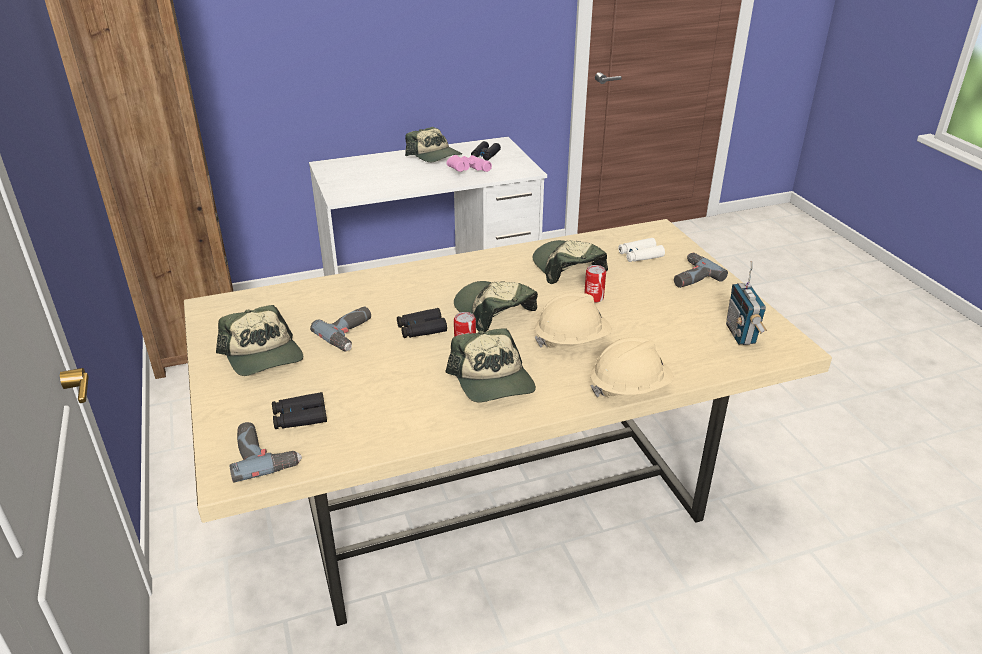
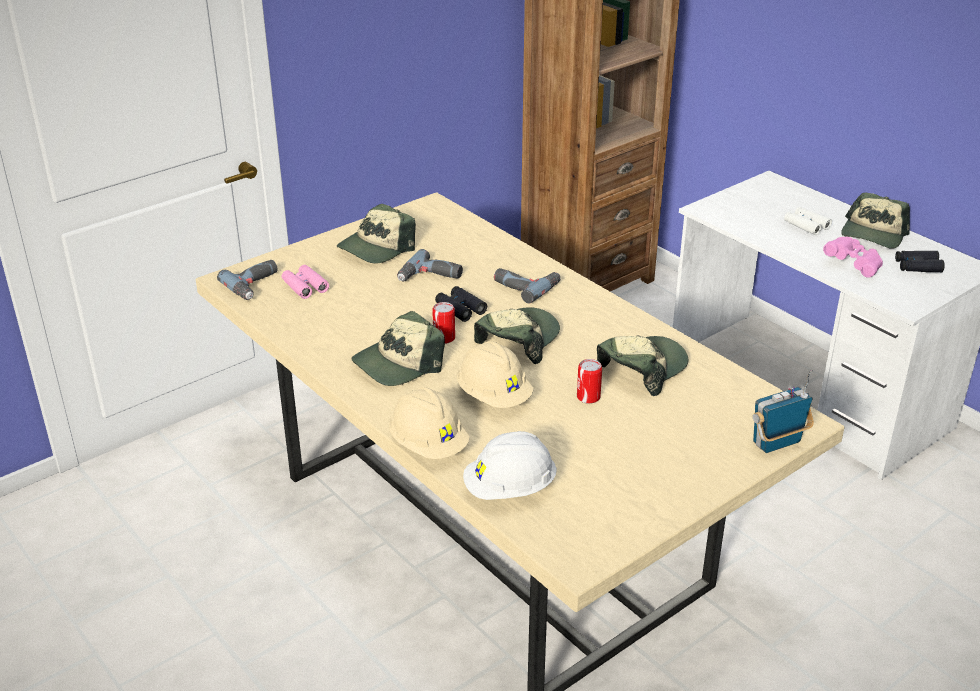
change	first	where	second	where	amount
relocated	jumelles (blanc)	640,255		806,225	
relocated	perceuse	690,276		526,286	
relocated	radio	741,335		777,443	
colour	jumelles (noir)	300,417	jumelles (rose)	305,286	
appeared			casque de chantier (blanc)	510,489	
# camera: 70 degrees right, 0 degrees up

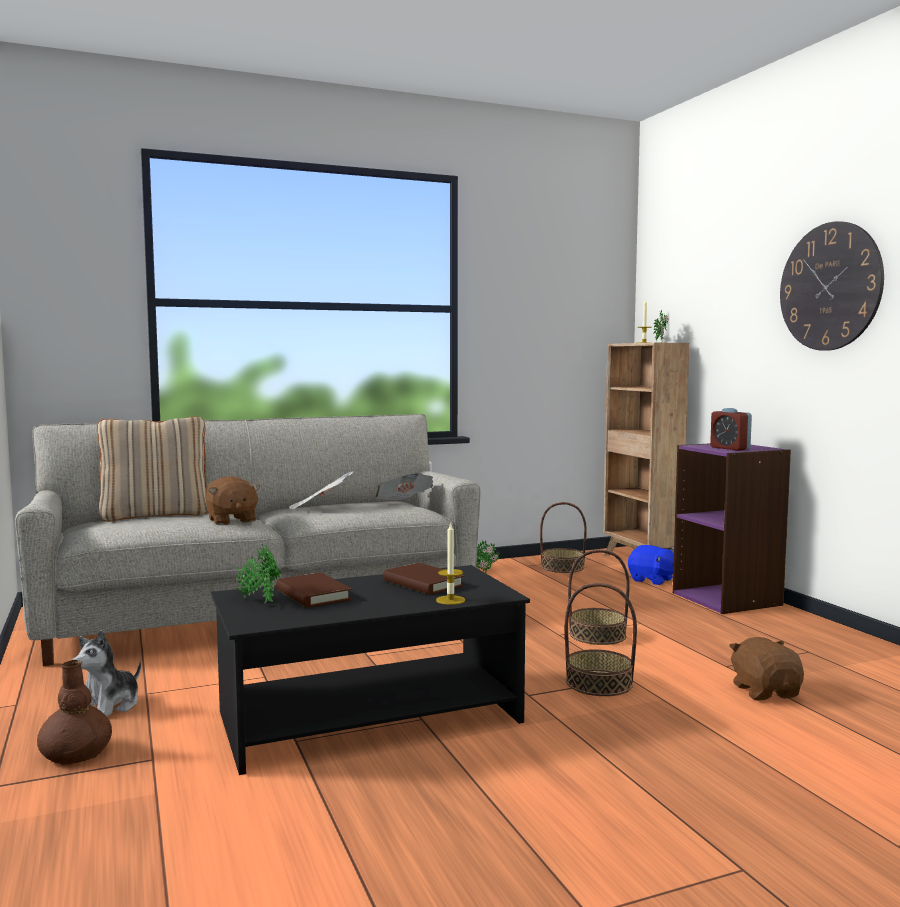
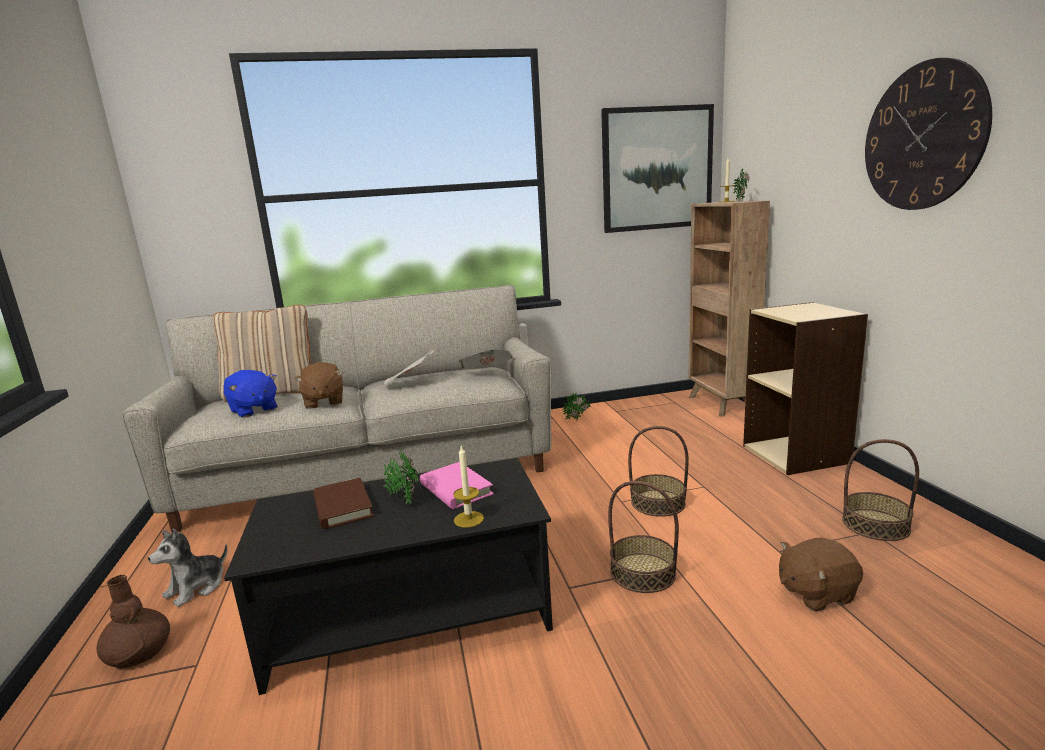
change	first	where	second	where	amount
missing	réveil	730,448			
colour	bibliothèque (violet)	727,599	bibliothèque (beige)	796,454	
relocated	panier	562,567		875,524	
relocated	plante en pot	259,600		403,498	
relocated	peluche (bleu)	652,580		253,410	
colour	livre (marron)	423,583	livre (rose)	456,489	
spun	peluche (marron)	765,691		815,593	105 degrees counterclockwise
appeared			tableau	657,169	
# camera: 10 degrees right, 10 degrees up

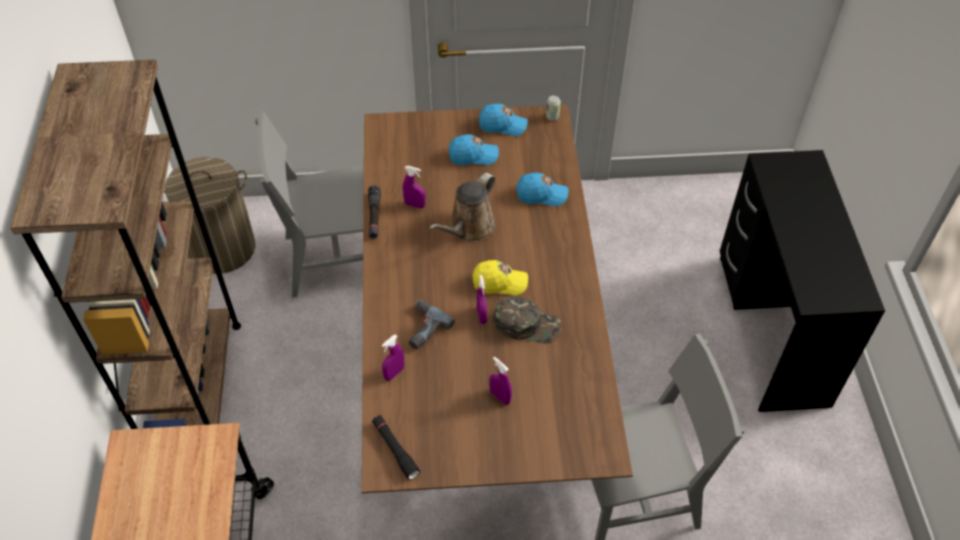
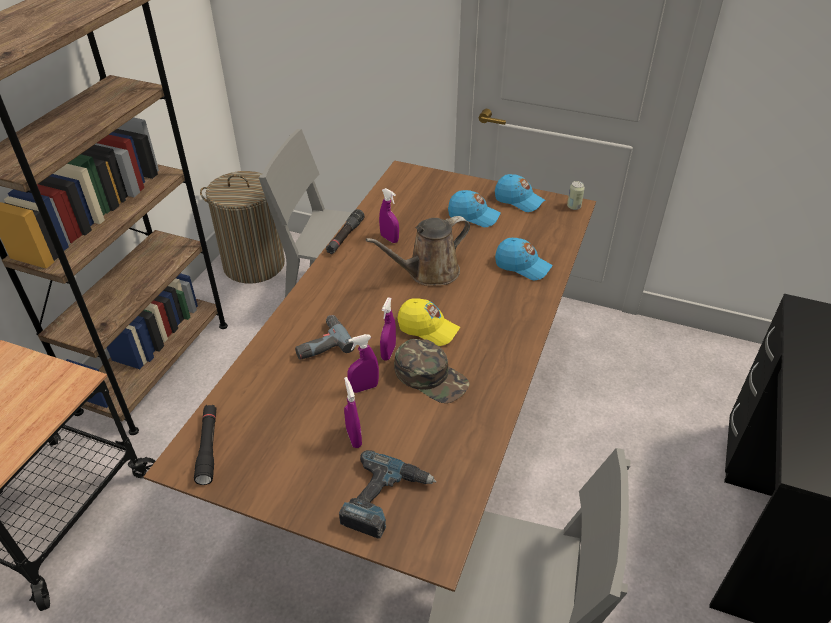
change	first	where	second	where	amount
relocated	vaporisateur (violet)	394,373		364,388	
appeared			perceuse	385,500	
# camera: 25 degrees right, 10 degrees down

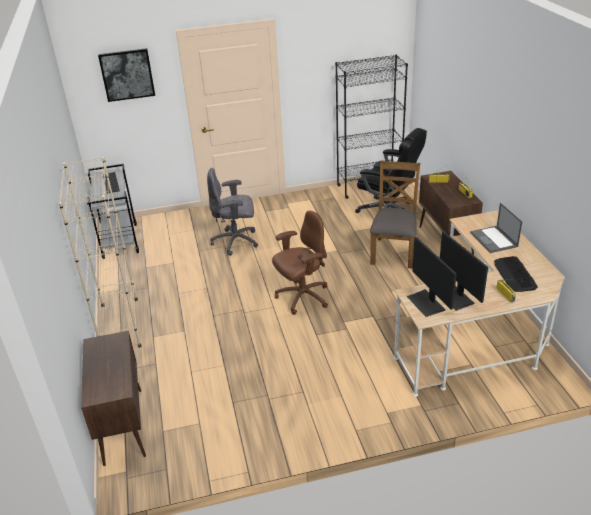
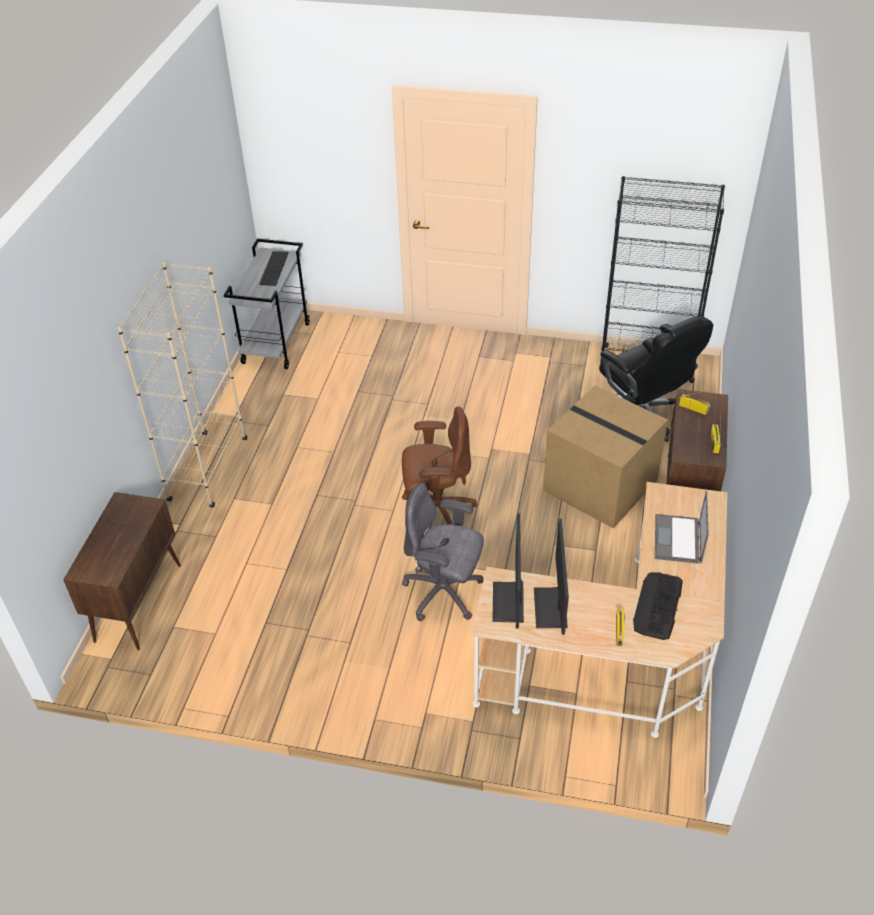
change	first	where	second	where	amount
missing	tableau	127,74			
exchanged	chaise (marron)	394,252	carton	602,485	
relocated	chaise de bureau (gris)	236,242		444,593	
# camera: 25 degrees right, 10 degrees up

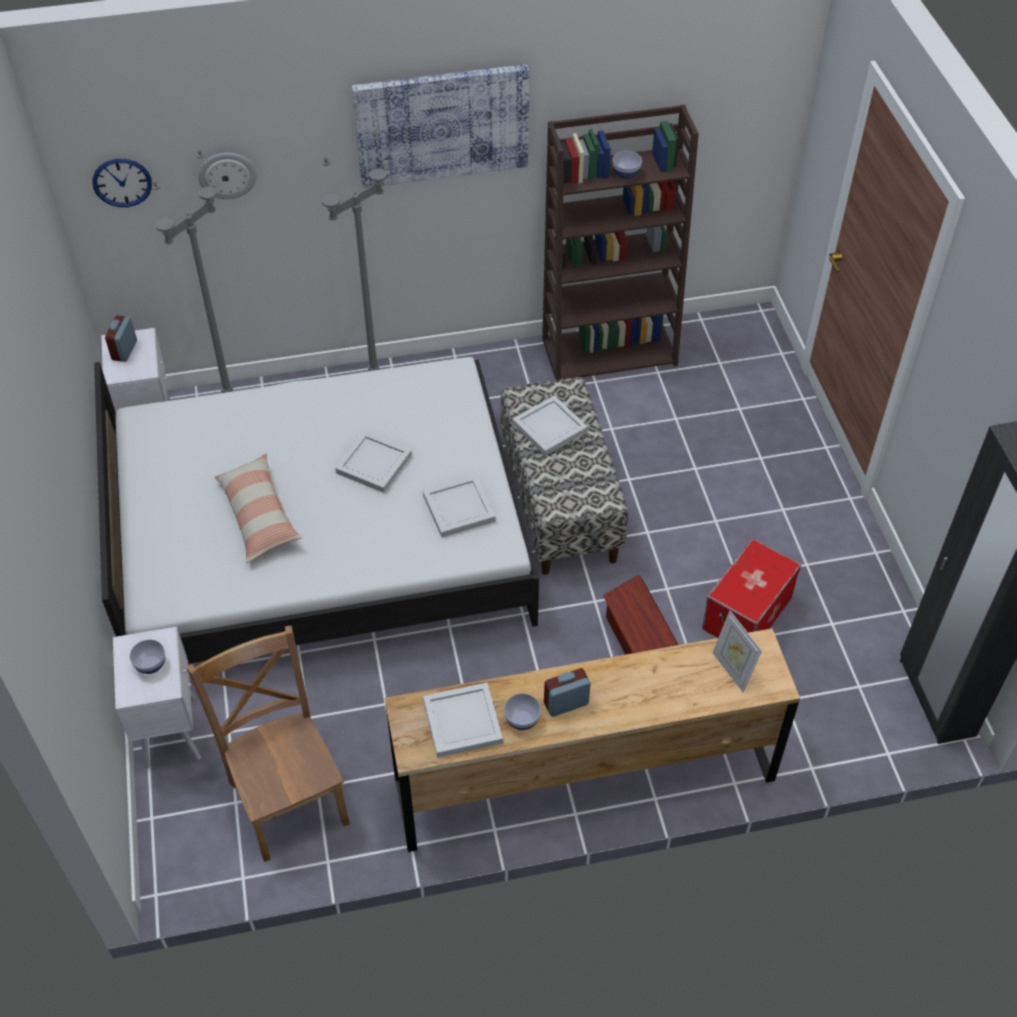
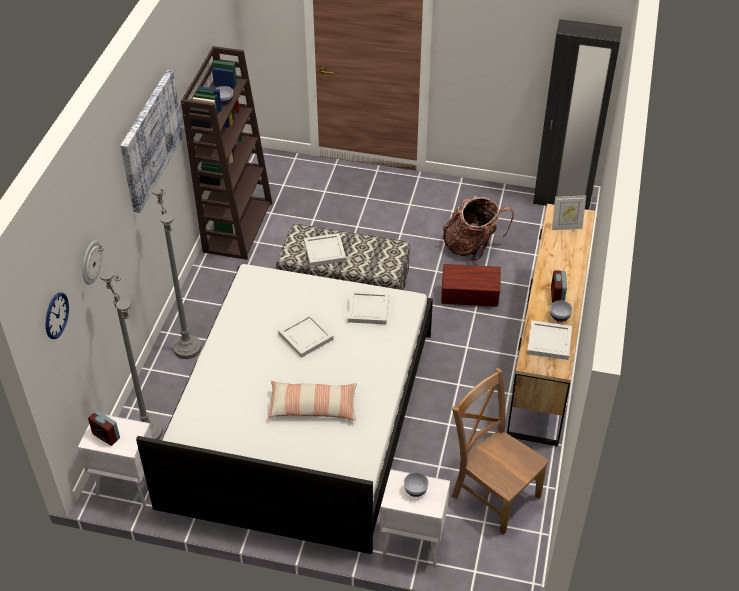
change	first	where	second	where	amount
exchanged	boîte de rangement	747,613	sac à dos	472,246	
spun	chaise (marron)	287,797		493,493	45 degrees clockwise
# camera: 65 degrees left, 5 degrees down

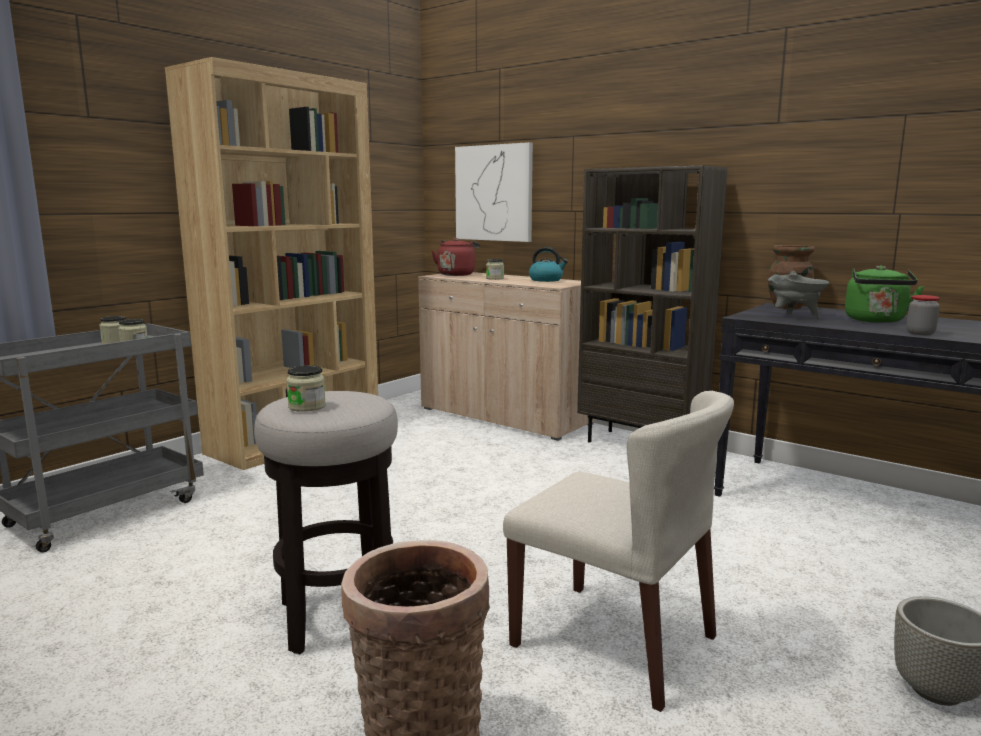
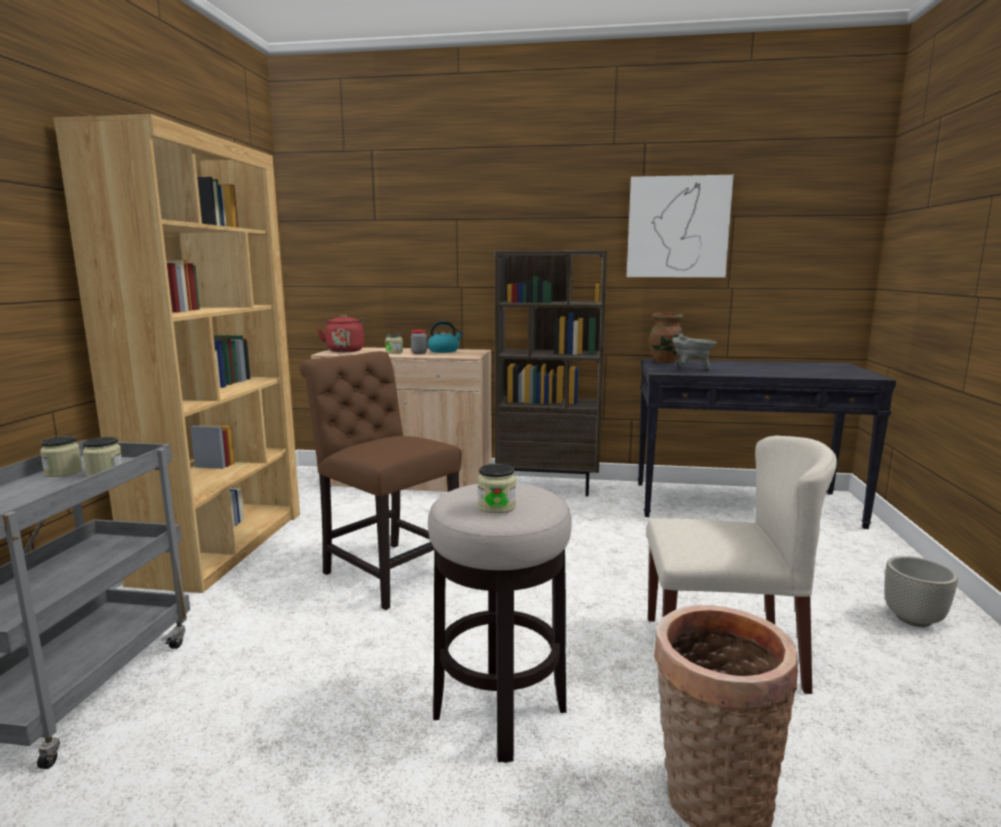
change	first	where	second	where	amount
relocated	tableau	494,193		677,227	
missing	bouilloire (vert)	876,321			
relocated	bocal	920,333		419,353	
appeared			chaise (marron)	386,571	
# camera: 30 degrees left, 0 degrees up

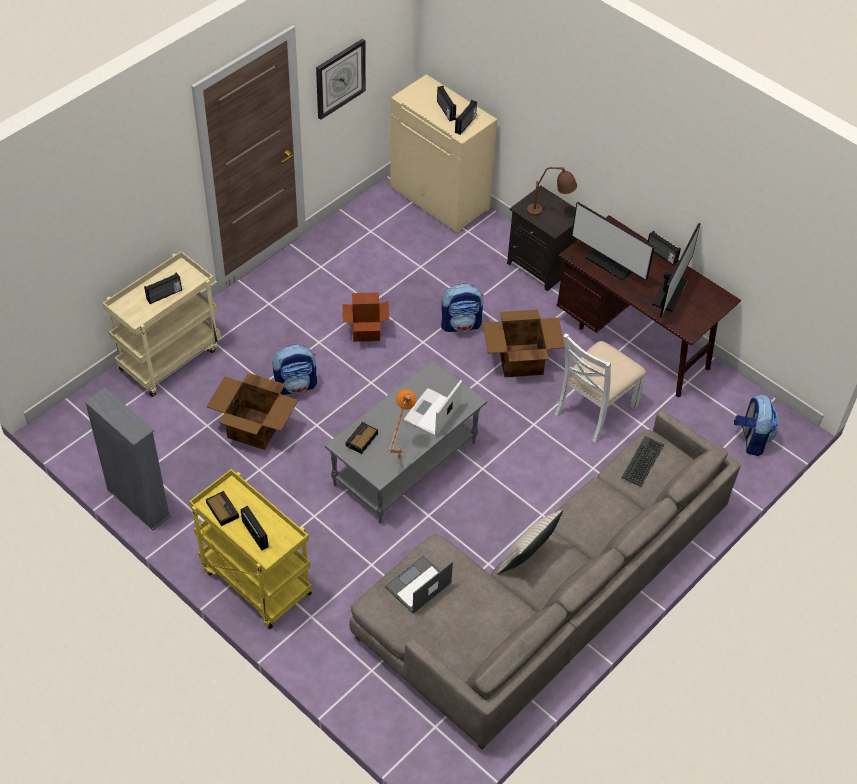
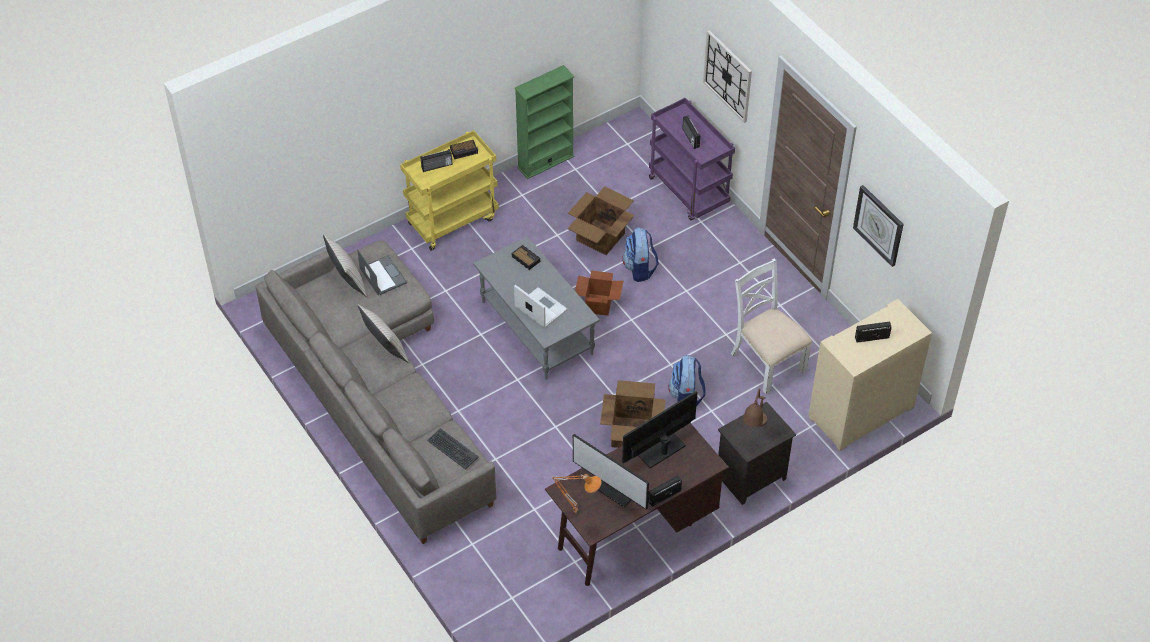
change	first	where	second	where	amount
missing	radio	466,124			
colour	chariot (beige)	170,357	chariot (violet)	689,192	
relocated	carton	366,331		598,305	
relocated	chaise (blanc)	594,409		767,361	
colour	bibliothèque (gris)	138,502	bibliothèque (vert)	545,162	
relocated	lampe de table (orange)	398,457		576,512	
missing	sac à dos	751,439			
appeared			horloge murale	728,76	
appeared			coussin (beige)	347,281	
# camera: 105 degrees right, 0 degrees up

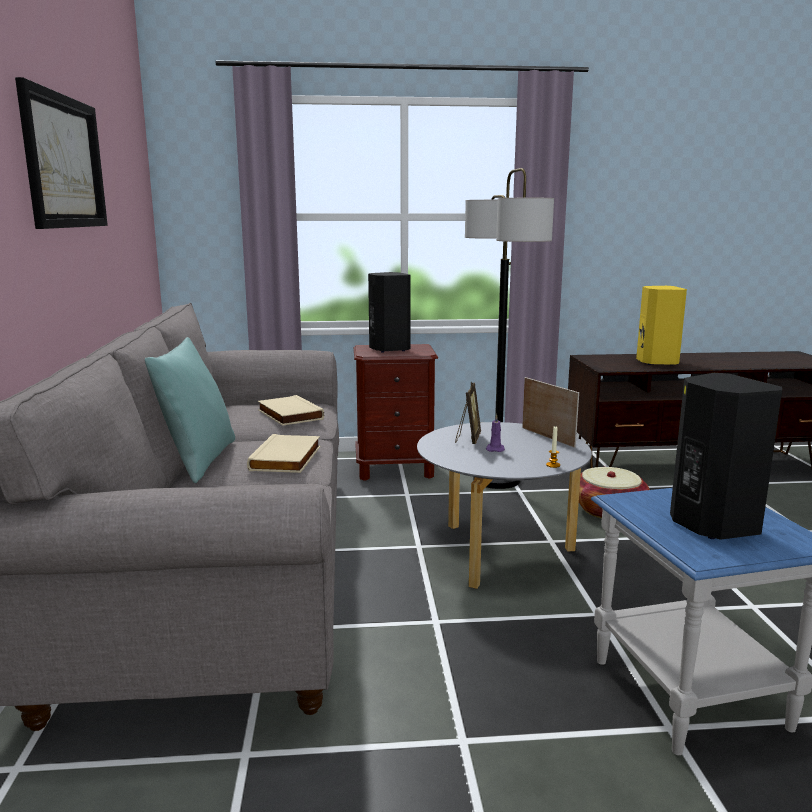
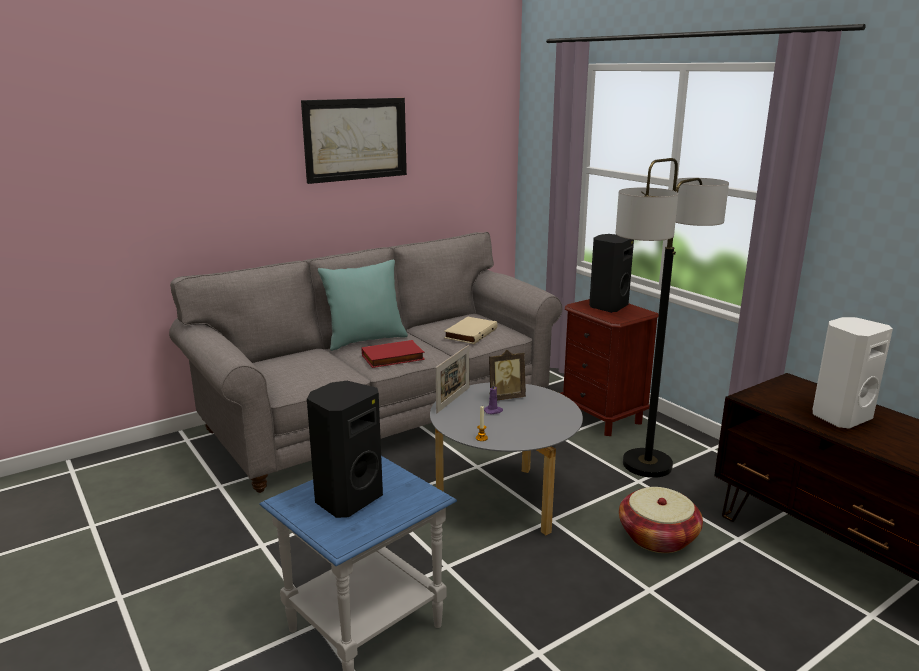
change	first	where	second	where	amount
colour	enceinte (jaune)	655,362	enceinte (blanc)	839,417	
relocated	cadre photo	547,437		453,400	
colour	livre (beige)	287,459	livre (rouge)	393,358	
# camera: 60 degrees right, 5 degrees up

